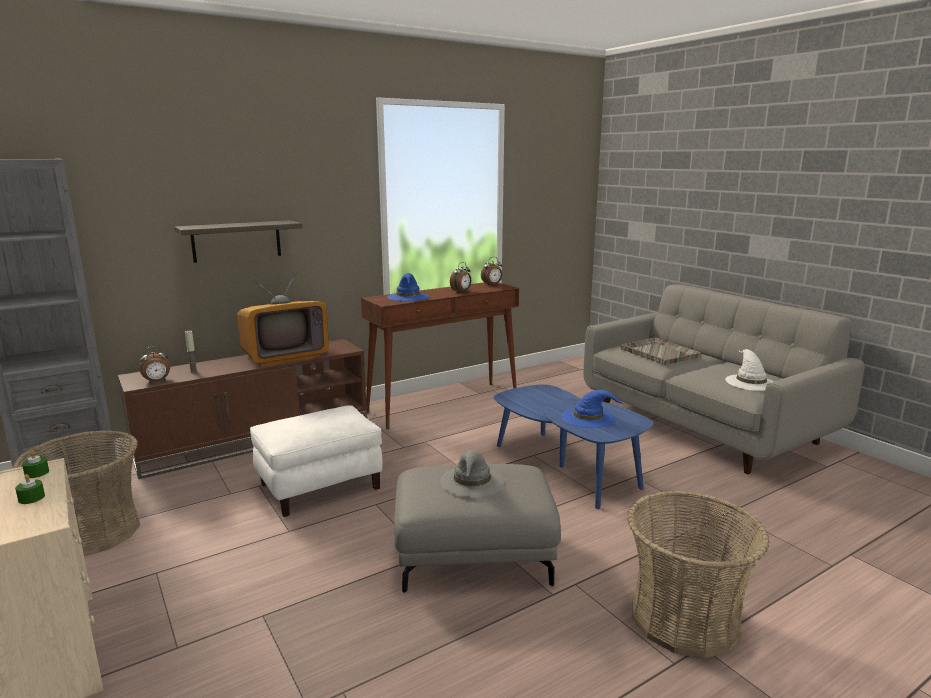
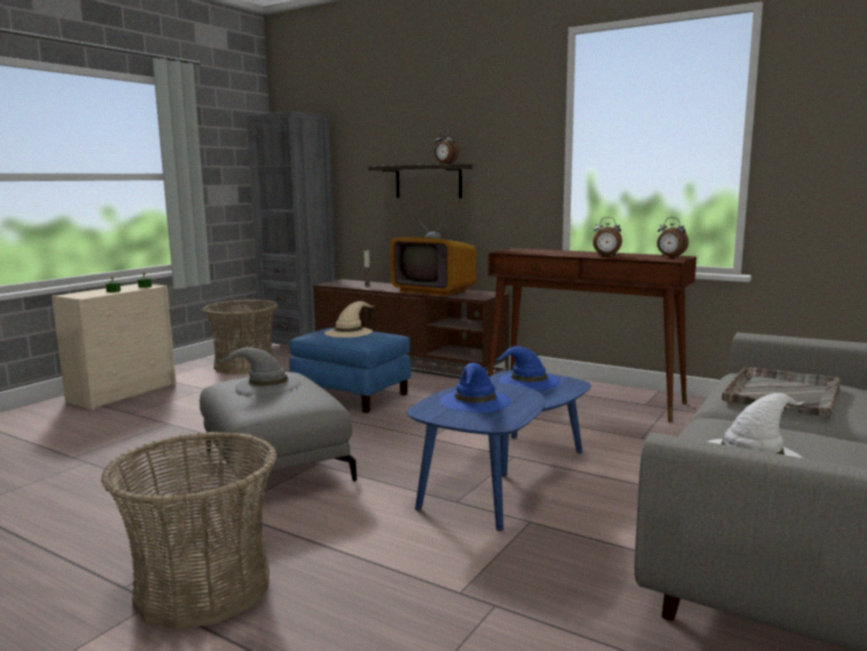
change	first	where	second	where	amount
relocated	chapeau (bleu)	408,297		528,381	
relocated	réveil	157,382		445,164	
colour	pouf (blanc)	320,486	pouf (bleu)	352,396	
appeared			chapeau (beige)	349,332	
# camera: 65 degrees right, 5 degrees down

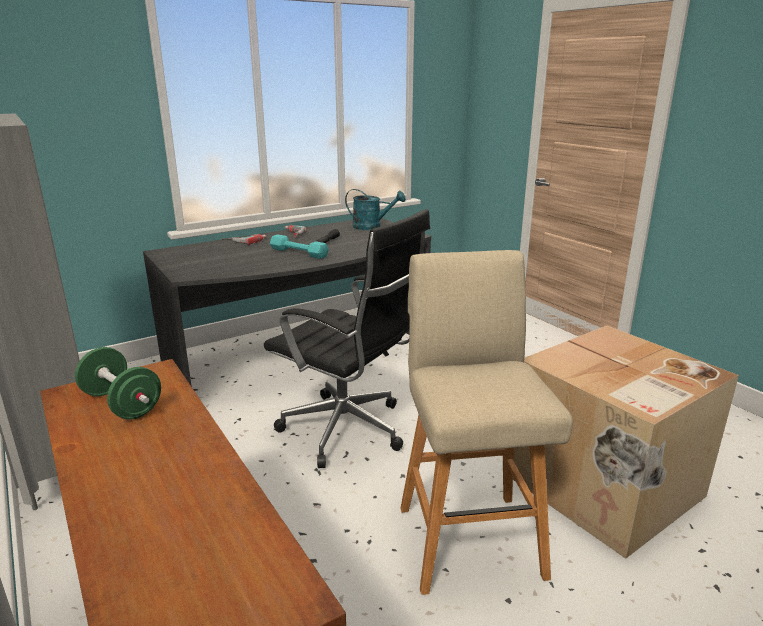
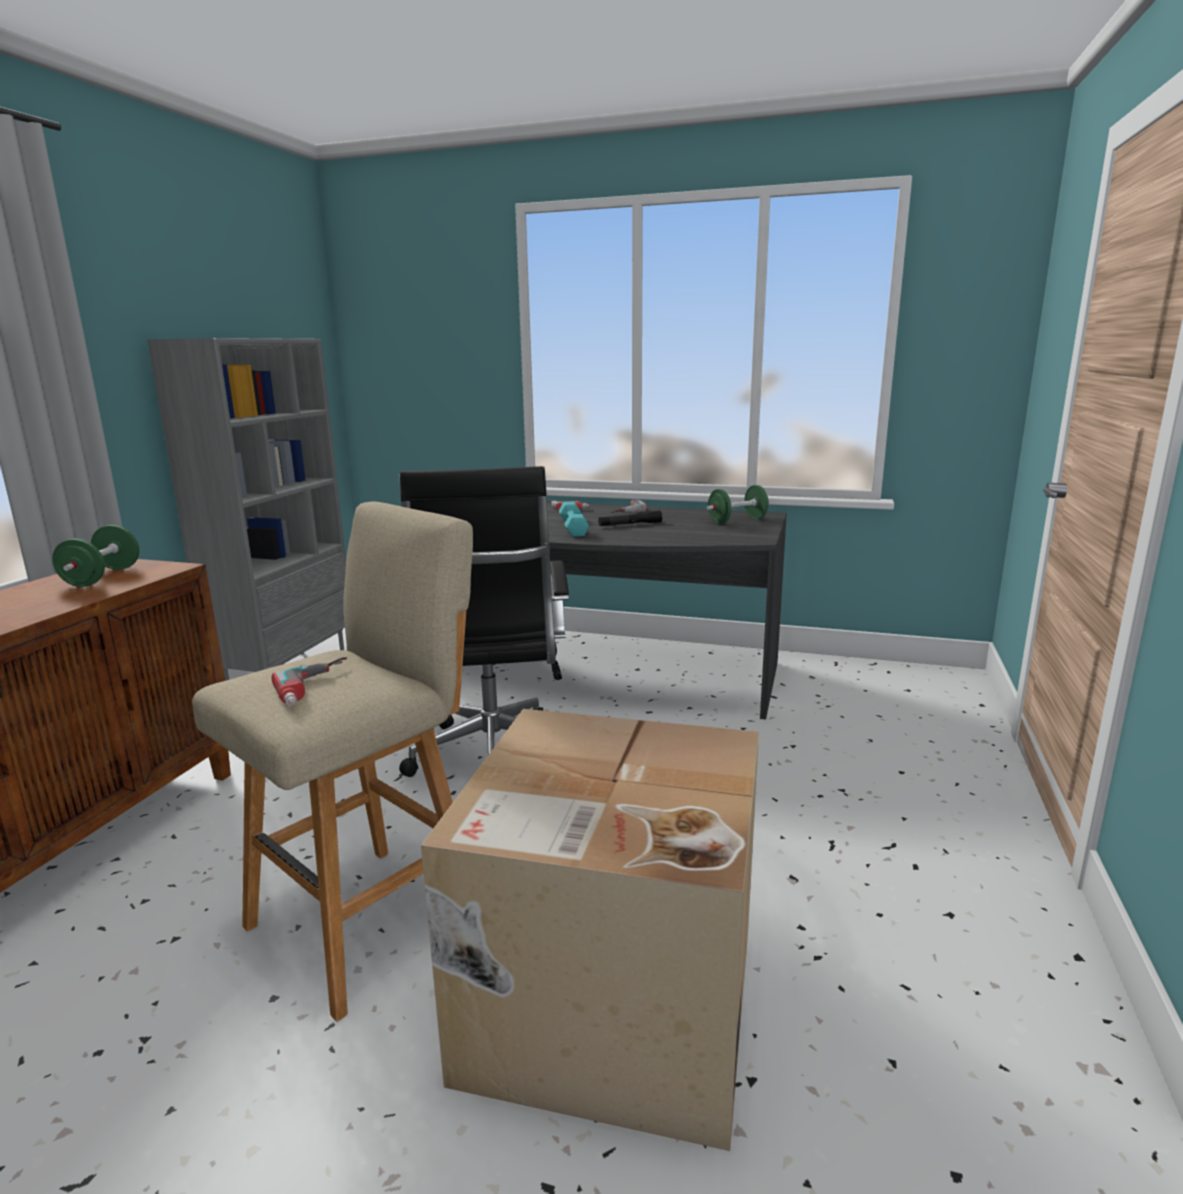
change	first	where	second	where	amount
exchanged	arrosoir (turquoise)	372,226	haltère (vert)	737,521	
appeared			perceuse	318,687	
# camera: 50 degrees right, 5 degrees down

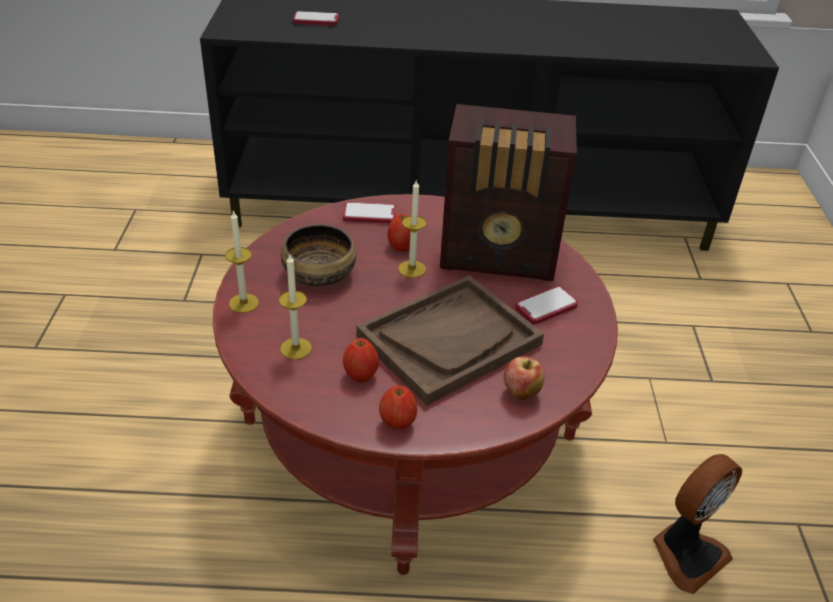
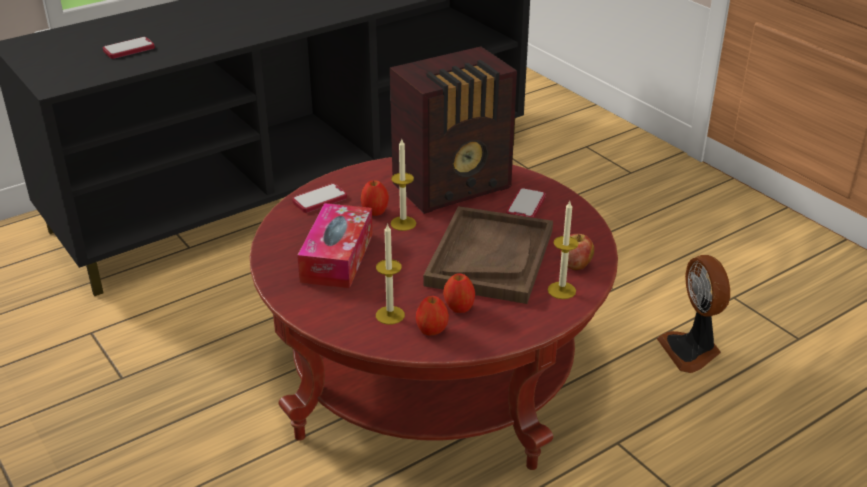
change	first	where	second	where	amount
relocated	bougie	244,303		561,290	
exchanged	bol	319,273	boîte à mouchoirs	337,257	
relocated	pomme	397,422		431,331	
spun	ventilateur	686,554		691,350	150 degrees clockwise
# camera: 35 degrees left, 5 degrees down

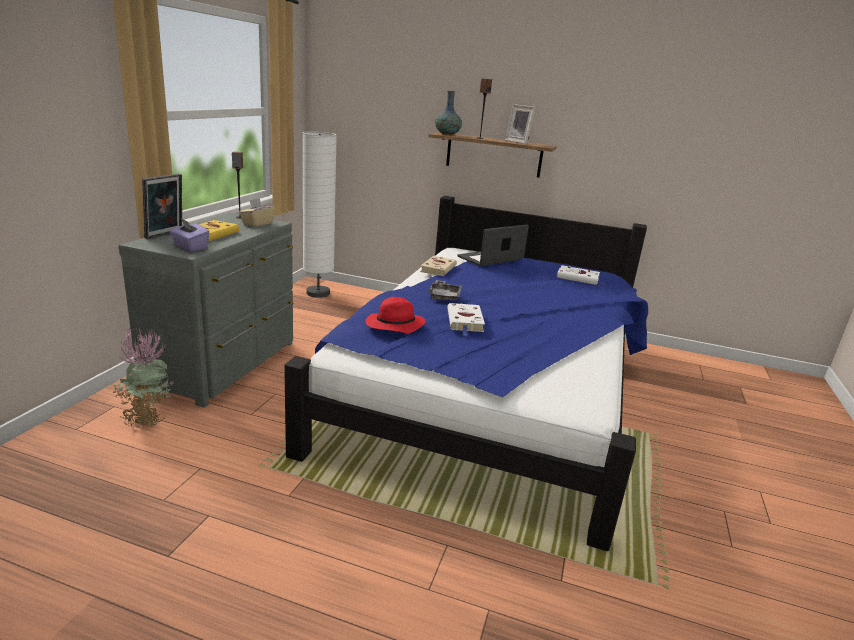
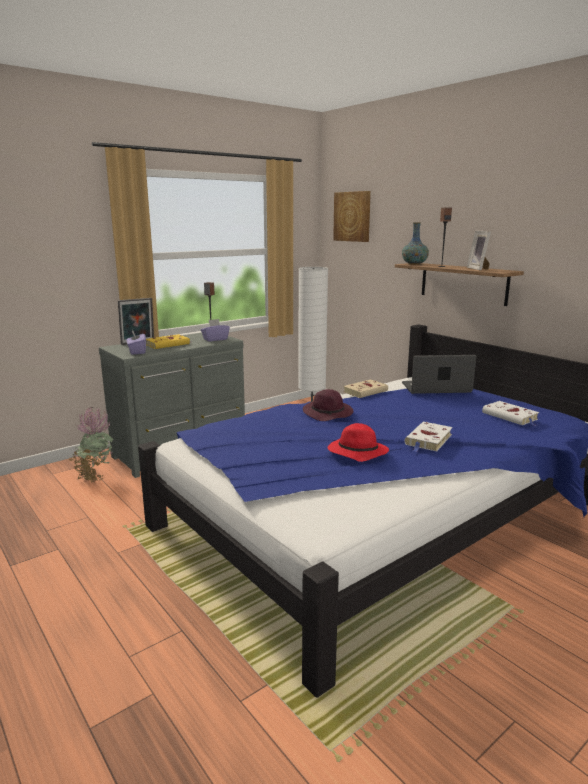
change	first	where	second	where	amount
colour	boîte à mouchoirs (beige)	257,223	boîte à mouchoirs (violet)	215,339	
exchanged	plateau (gris)	444,296	chapeau (violet)	328,414	
relocated	chapeau (rouge)	394,326		356,452	
relocated	livre (blanc)	465,321		428,440	
appeared			tableau	352,216	
# camera: 35 degrees right, 5 degrees down

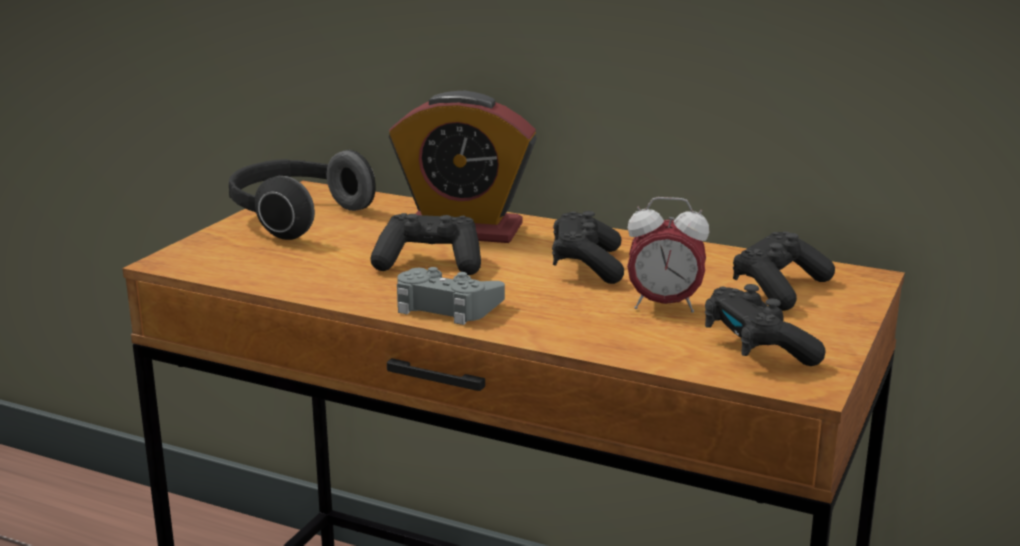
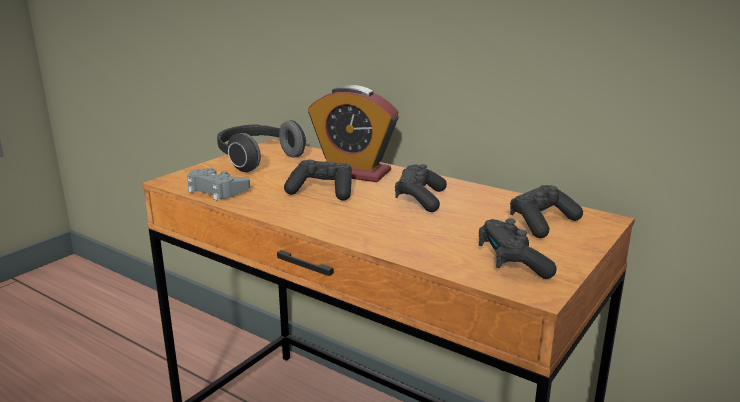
change	first	where	second	where	amount
missing	réveil	664,305			
relocated	manette (gris)	445,306		217,190	
# camera: 10 degrees right, 0 degrees up

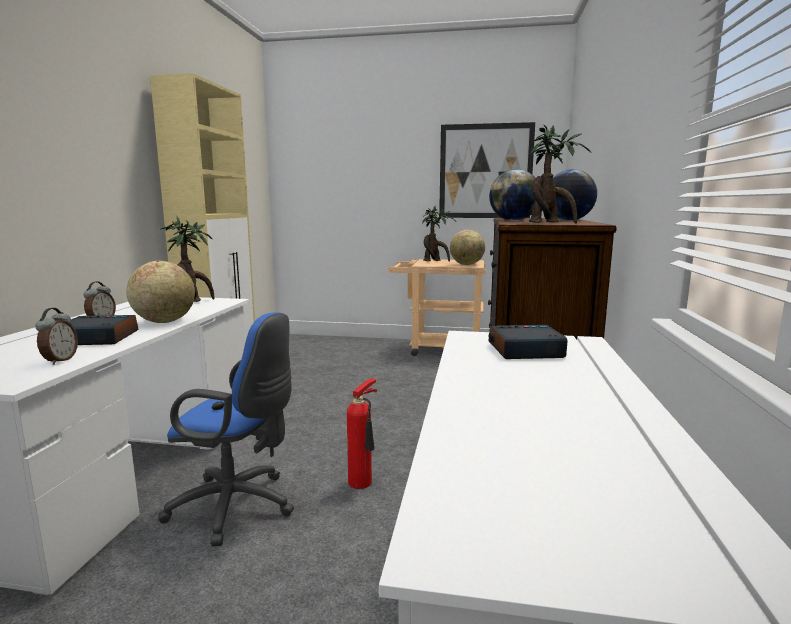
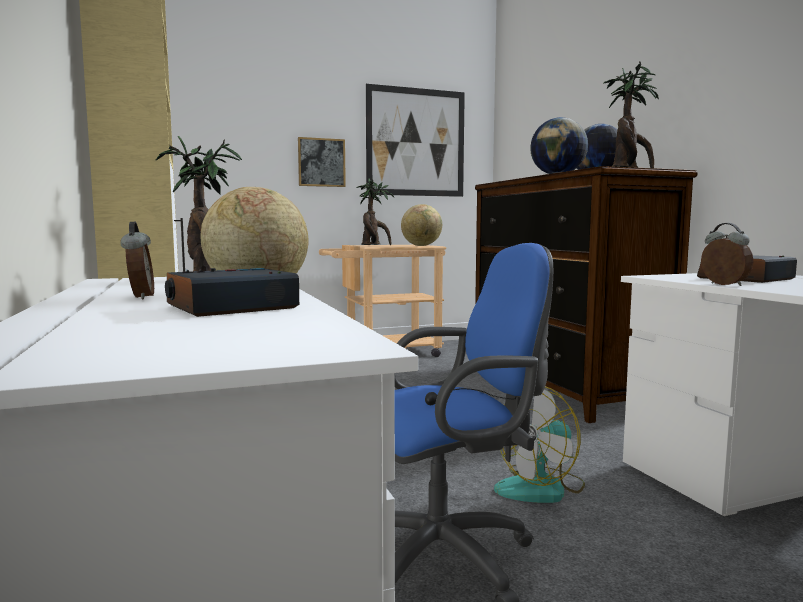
change	first	where	second	where	amount
relocated	réveil	59,360		723,284	
exchanged	extincteur	363,482	ventilateur	541,487	
appeared			tableau	321,162	
# camera: 30 degrees left, 5 degrees down

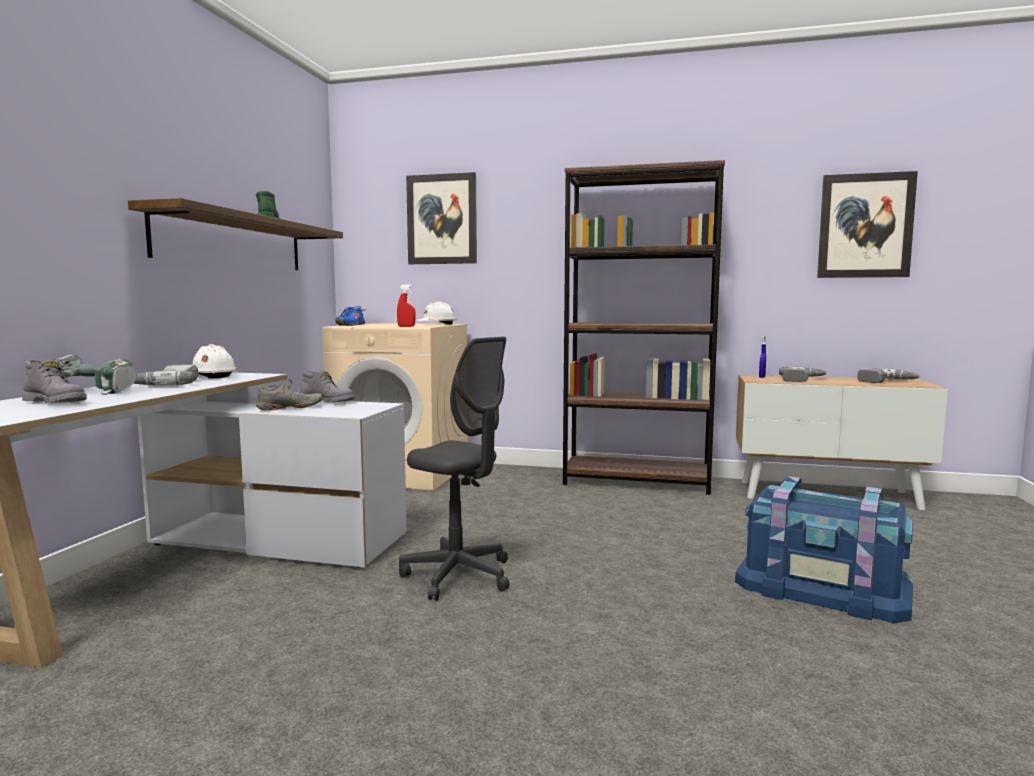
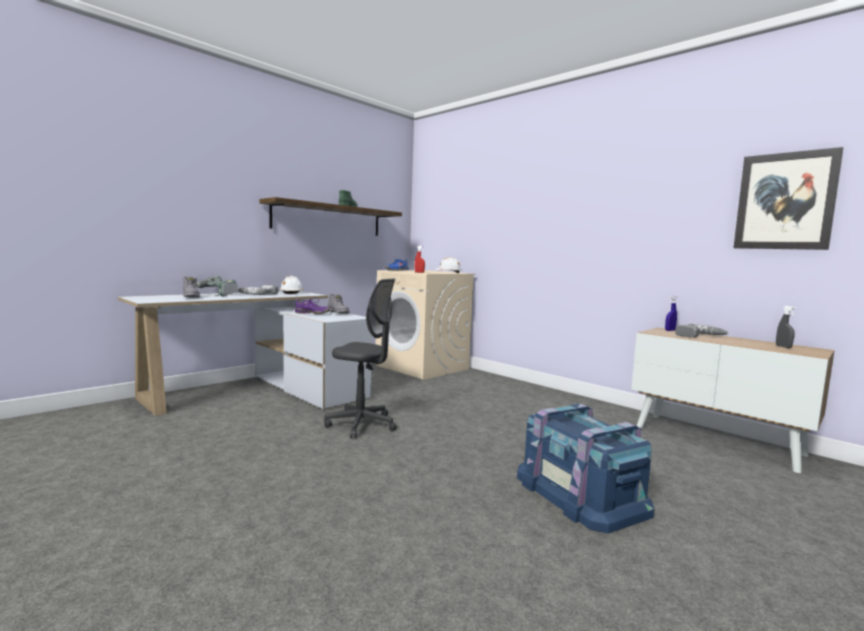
change	first	where	second	where	amount
missing	bibliothèque (marron)	637,481			
missing	tableau	442,219			
spun	chaise de bureau (gris)	458,576		361,425	45 degrees counterclockwise
exchanged	perceuse	887,381	vaporisateur (gris)	783,347	
colour	chaussure (gris)	289,408	chaussure (violet)	312,313	
# camera: 30 degrees right, 0 degrees up

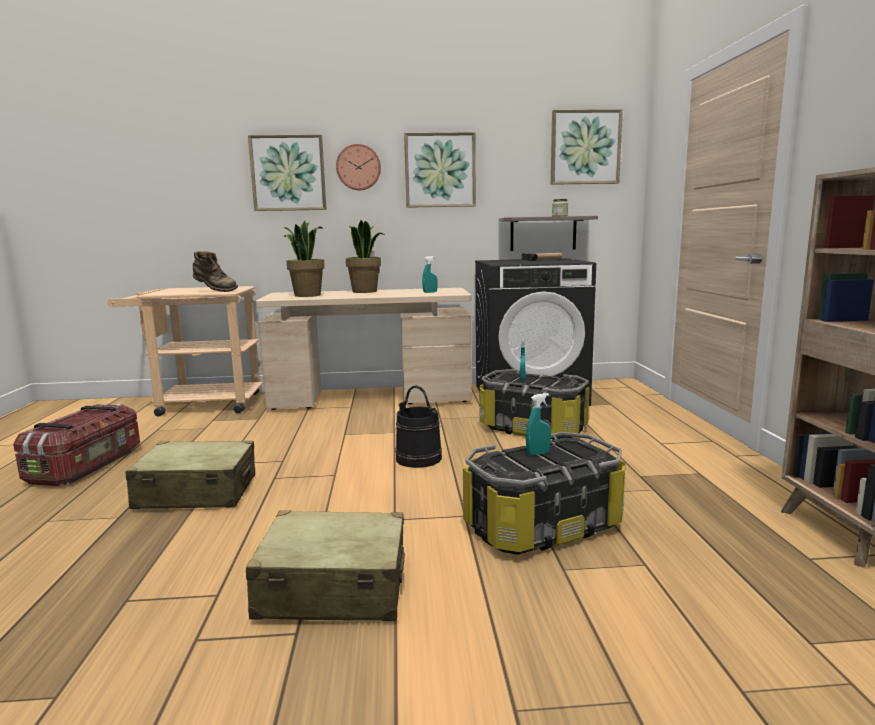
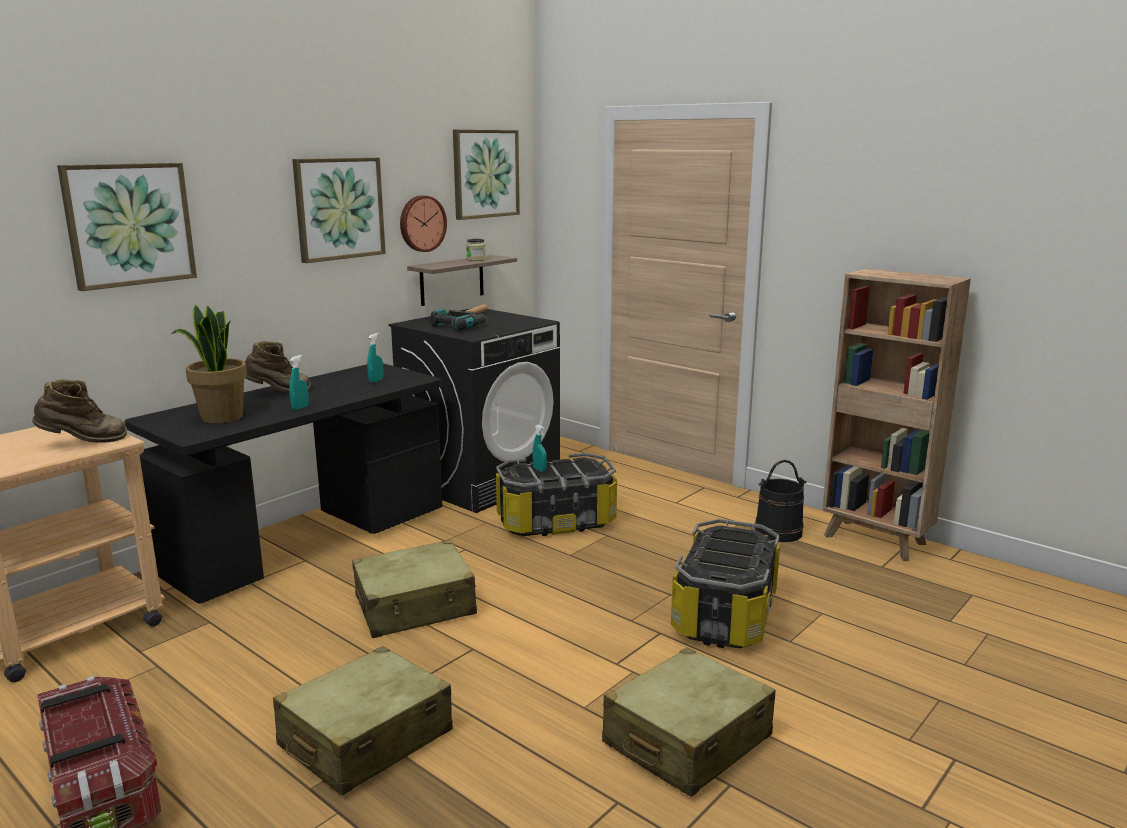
change	first	where	second	where	amount
relocated	horloge murale	358,167		421,223	
exchanged	plante en pot	365,291	botte (marron)	278,393	
colour	bureau (beige)	371,399	bureau (noir)	308,541	
relocated	seau (noir)	419,458		778,531	
relocated	vaporisateur (turquoise)	538,453		300,407	
appeared			perceuse	458,327	
appeared			valise (beige)	415,606	
# camera: 45 degrees left, 5 degrees up

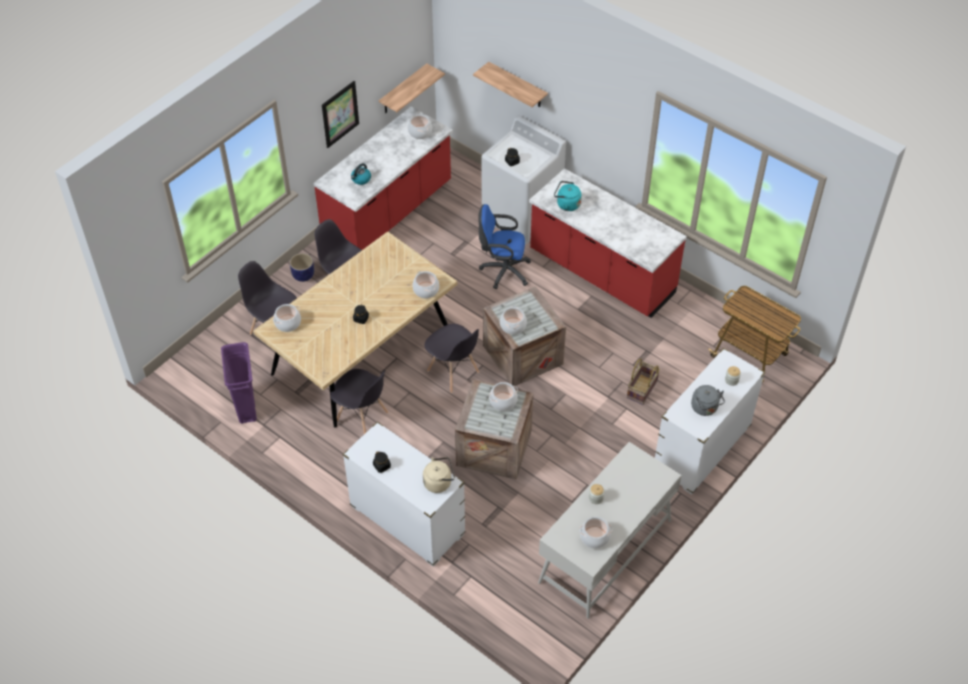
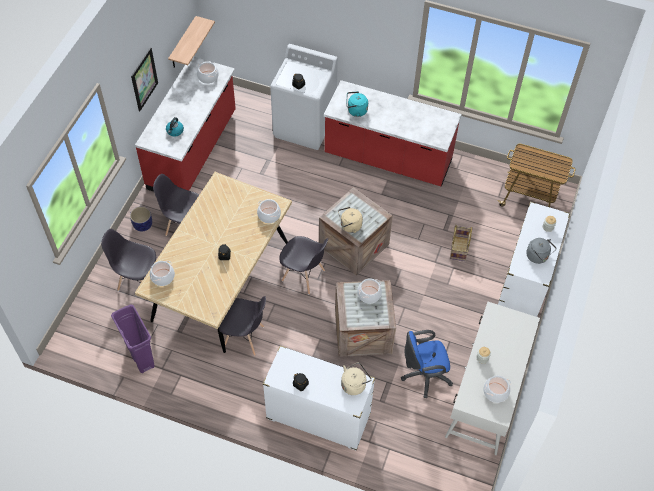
change	first	where	second	where	amount
missing	étagère	517,85			
relocated	chaise de bureau (bleu)	503,271		423,375	
exchanged	marmite	513,326	bouilloire (beige)	349,226	
# camera: 20 degrees left, 5 degrees up

